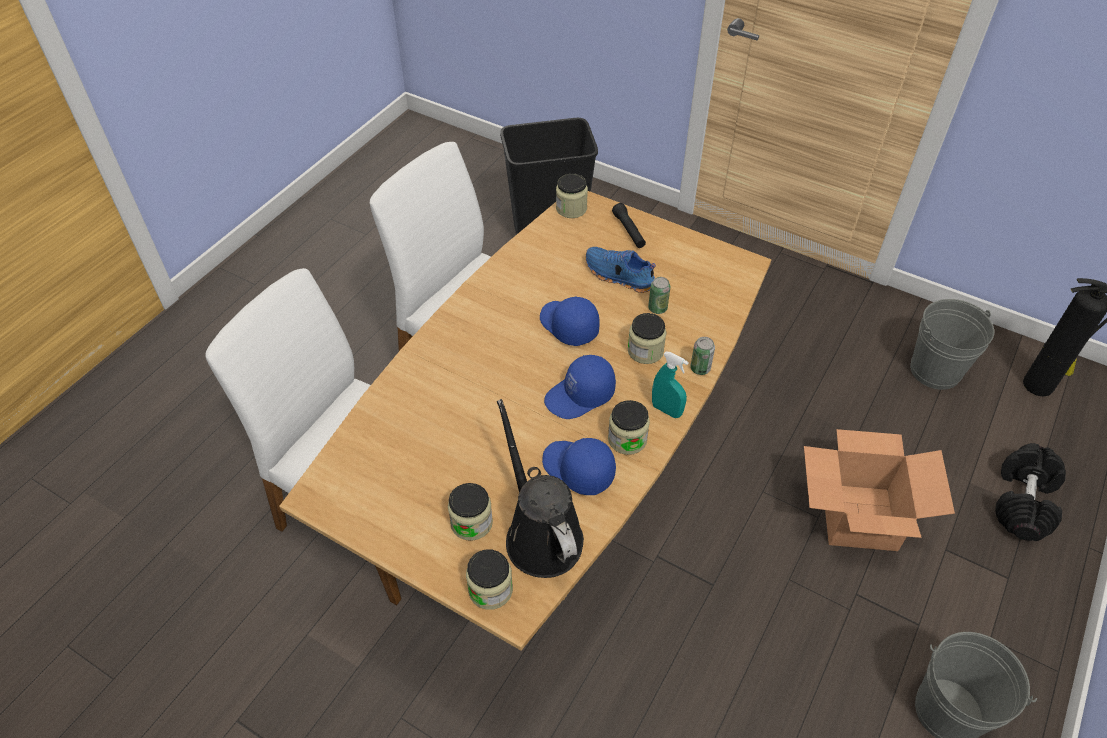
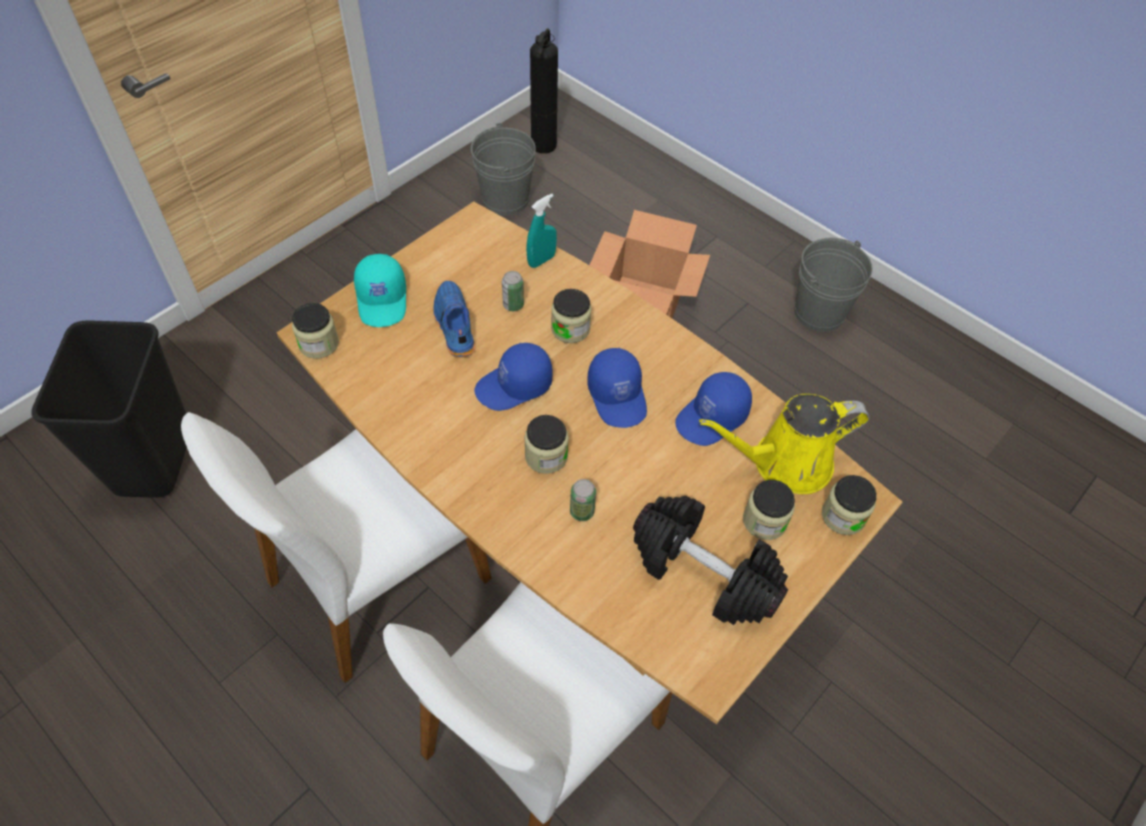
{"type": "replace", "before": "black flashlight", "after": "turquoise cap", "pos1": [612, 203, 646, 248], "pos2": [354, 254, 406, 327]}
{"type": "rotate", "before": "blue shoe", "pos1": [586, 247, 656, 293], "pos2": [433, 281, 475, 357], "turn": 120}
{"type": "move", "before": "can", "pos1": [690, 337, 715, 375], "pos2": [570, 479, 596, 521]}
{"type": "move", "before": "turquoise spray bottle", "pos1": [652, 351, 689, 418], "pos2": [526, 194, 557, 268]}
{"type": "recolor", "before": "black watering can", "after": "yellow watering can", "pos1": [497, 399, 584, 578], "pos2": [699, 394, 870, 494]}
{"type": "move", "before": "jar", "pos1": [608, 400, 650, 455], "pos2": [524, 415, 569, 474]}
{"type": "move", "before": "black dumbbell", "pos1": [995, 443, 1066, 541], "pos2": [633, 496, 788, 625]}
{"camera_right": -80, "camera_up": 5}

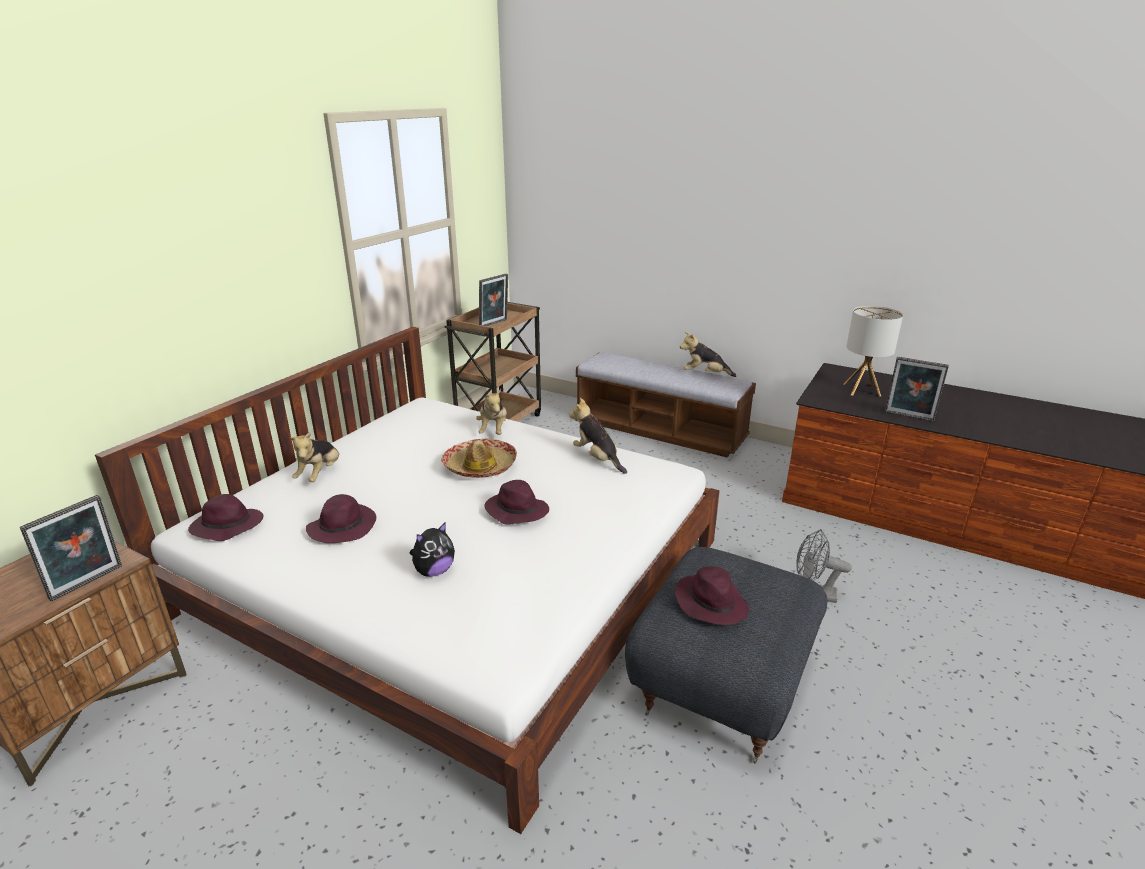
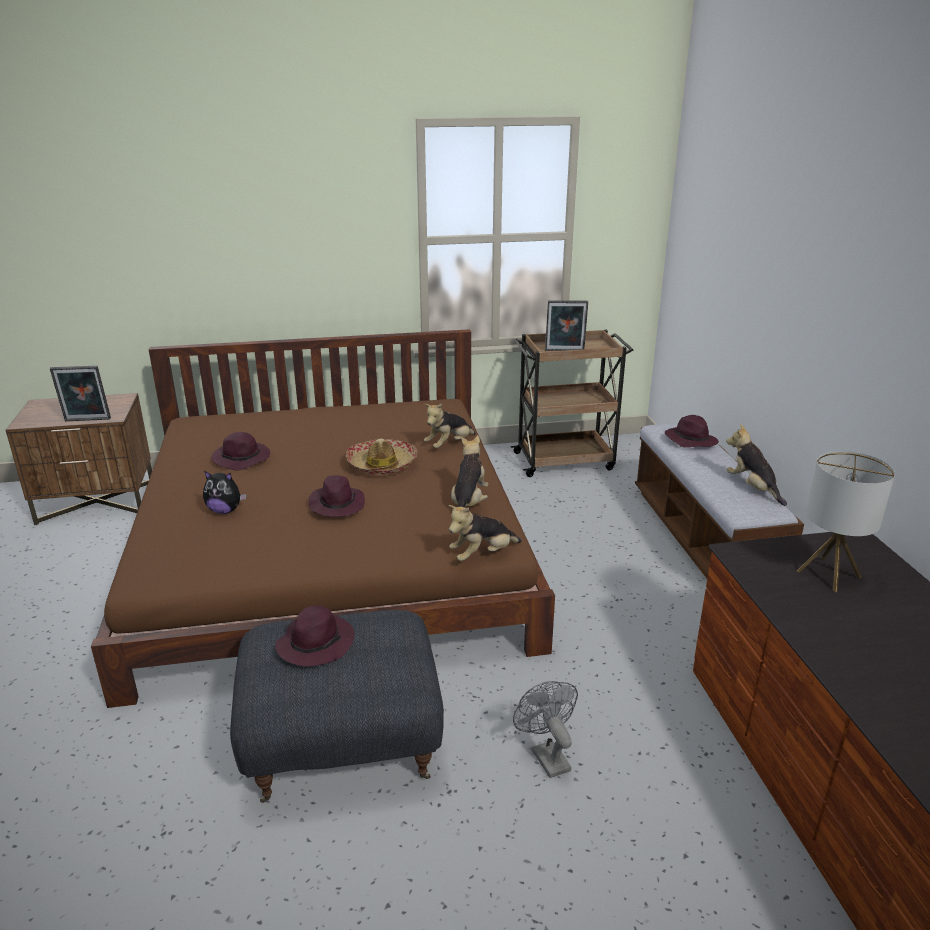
{"type": "recolor", "before": "white bed", "after": "brown bed", "pos1": [95, 327, 720, 834], "pos2": [91, 329, 555, 708]}
{"type": "delete", "before": "picture frame", "pos1": [885, 357, 949, 422]}
{"type": "move", "before": "plush toy", "pos1": [290, 432, 339, 482], "pos2": [448, 505, 522, 561]}
{"type": "move", "before": "purple hat", "pos1": [188, 494, 263, 541], "pos2": [665, 415, 719, 448]}
{"camera_right": 50, "camera_up": 0}

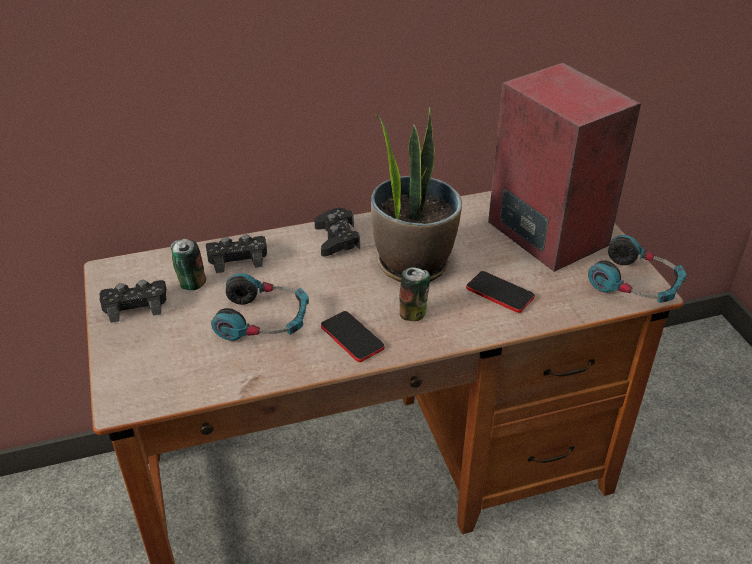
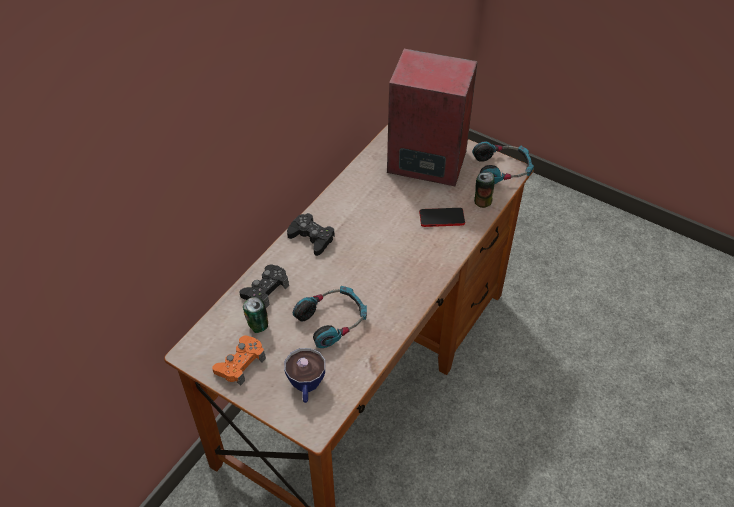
{"type": "delete", "before": "potted plant", "pos1": [371, 107, 462, 282]}
{"type": "move", "before": "can", "pos1": [399, 267, 430, 321], "pos2": [474, 172, 494, 208]}
{"type": "recolor", "before": "black game controller", "after": "orange game controller", "pos1": [99, 280, 167, 323], "pos2": [212, 336, 266, 386]}
{"type": "delete", "before": "phone", "pos1": [321, 311, 385, 362]}
{"type": "insert", "after": "cup", "pos2": [284, 348, 325, 403]}
{"camera_right": -40, "camera_up": 10}

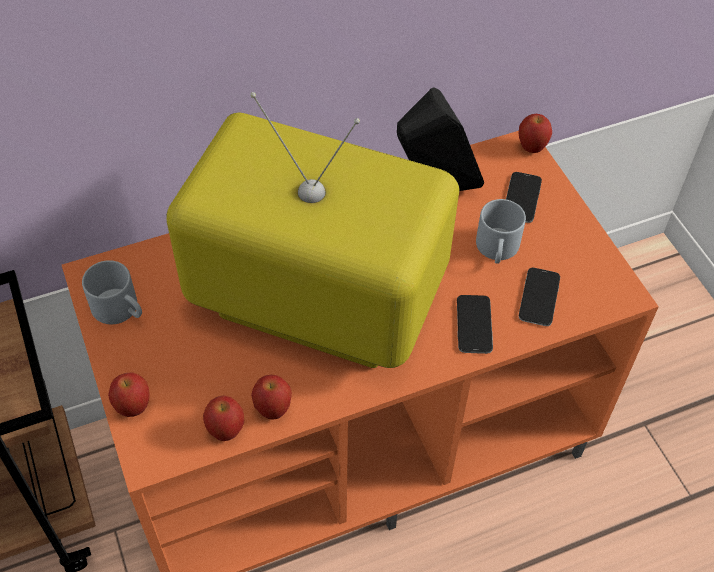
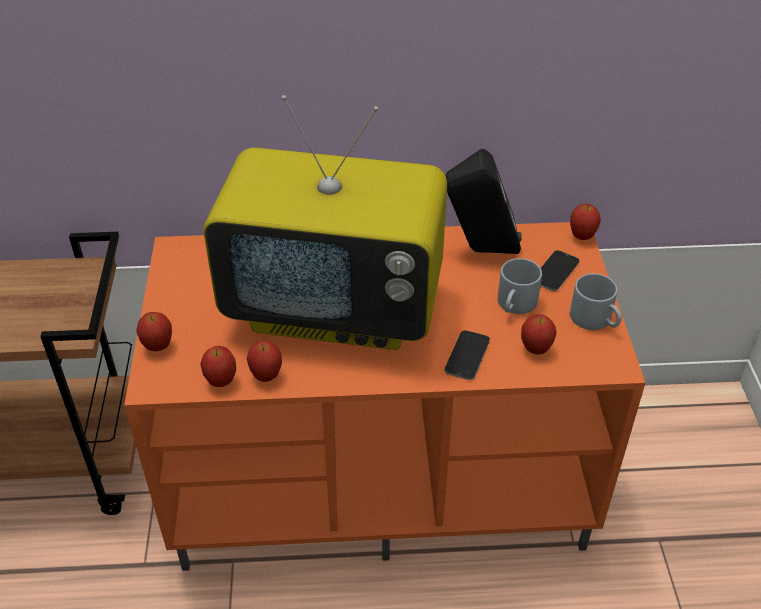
{"type": "rotate", "before": "television", "pos1": [166, 92, 459, 368], "pos2": [203, 95, 447, 350], "turn": 150}
{"type": "move", "before": "grey mug", "pos1": [82, 260, 142, 324], "pos2": [570, 273, 622, 330]}
{"type": "replace", "before": "phone", "after": "apple", "pos1": [519, 268, 560, 326], "pos2": [521, 314, 556, 355]}
{"camera_right": 20, "camera_up": -10}

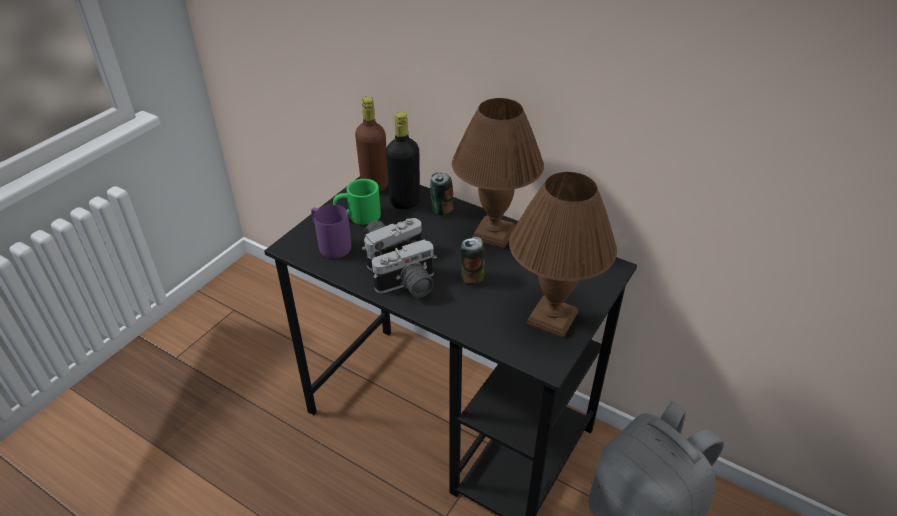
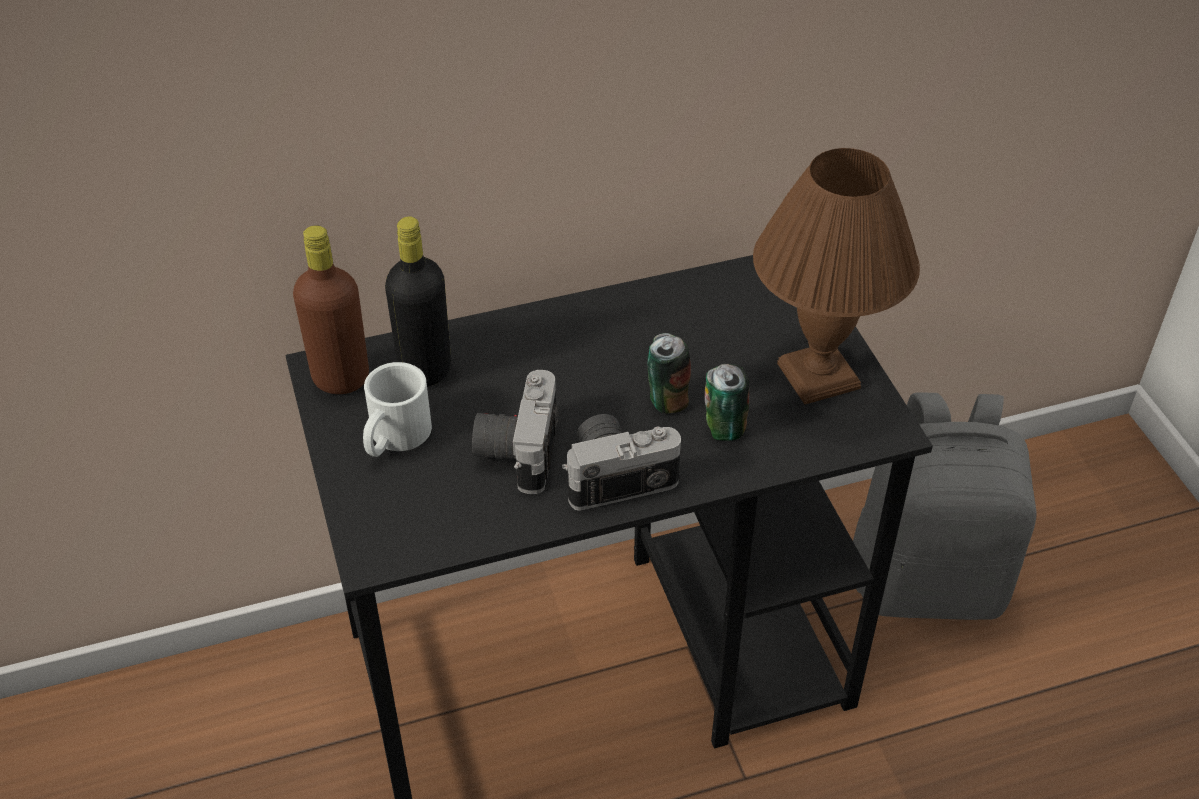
{"type": "delete", "before": "brown table lamp", "pos1": [452, 98, 544, 248]}
{"type": "move", "before": "can", "pos1": [430, 172, 453, 216], "pos2": [705, 364, 749, 441]}
{"type": "recolor", "before": "green mug", "after": "white mug", "pos1": [333, 179, 381, 225], "pos2": [363, 362, 432, 457]}
{"type": "delete", "before": "purple mug", "pos1": [311, 205, 351, 259]}
{"type": "rotate", "before": "photo camera", "pos1": [372, 239, 437, 298], "pos2": [562, 414, 681, 511], "turn": -120}
{"camera_right": -50, "camera_up": 5}

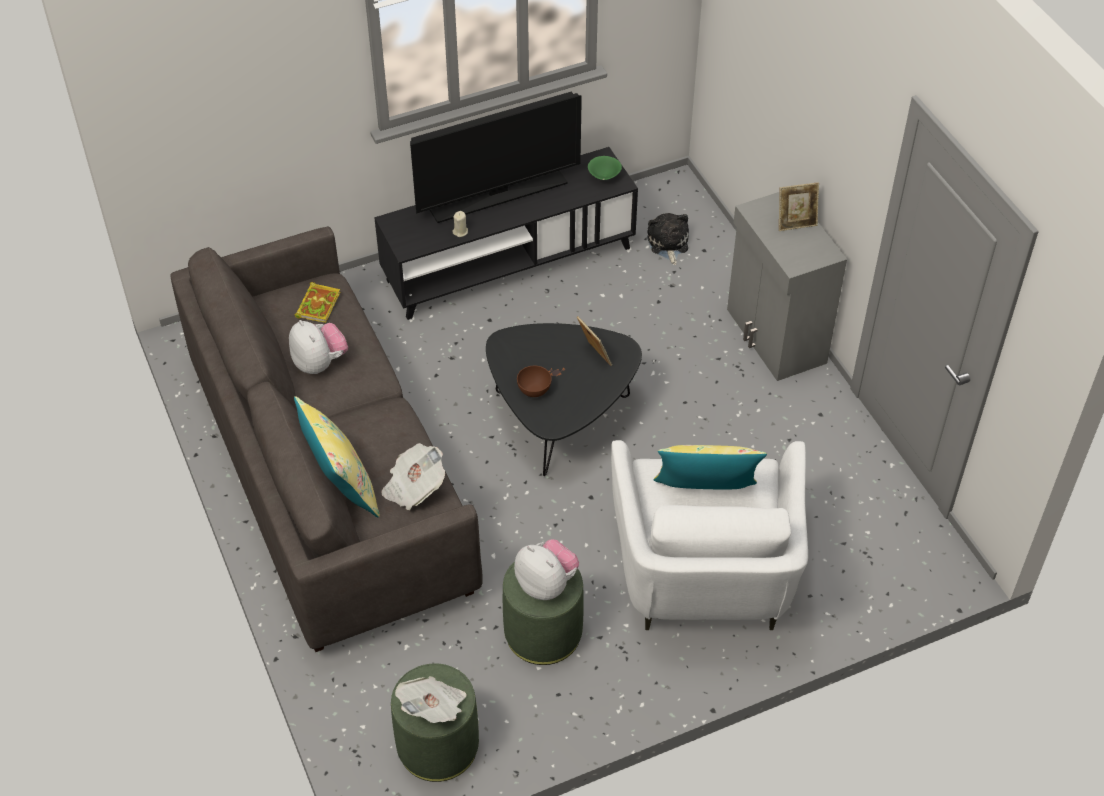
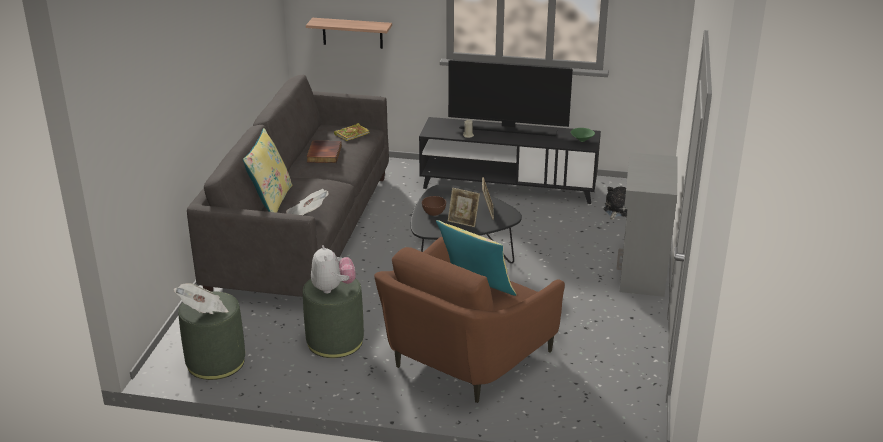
{"type": "move", "before": "picture frame", "pos1": [779, 182, 819, 231], "pos2": [448, 188, 480, 227]}
{"type": "replace", "before": "plush toy", "after": "book", "pos1": [289, 320, 348, 374], "pos2": [307, 140, 342, 163]}
{"type": "recolor", "before": "white armchair", "after": "brown armchair", "pos1": [611, 440, 808, 630], "pos2": [374, 237, 565, 403]}
{"type": "insert", "after": "shelf", "pos2": [306, 18, 392, 49]}
{"camera_right": 35, "camera_up": -20}

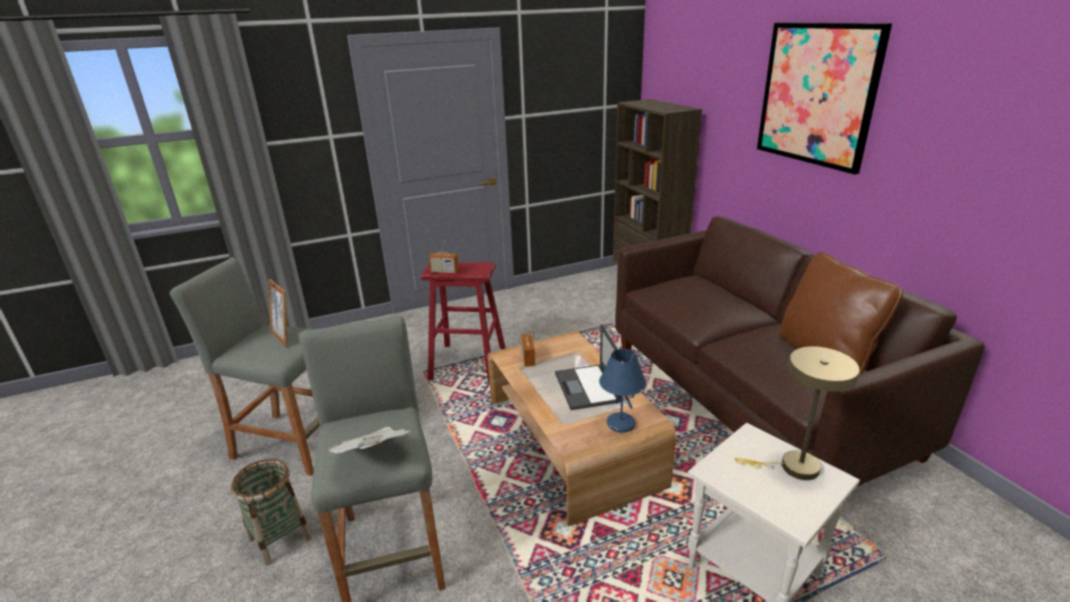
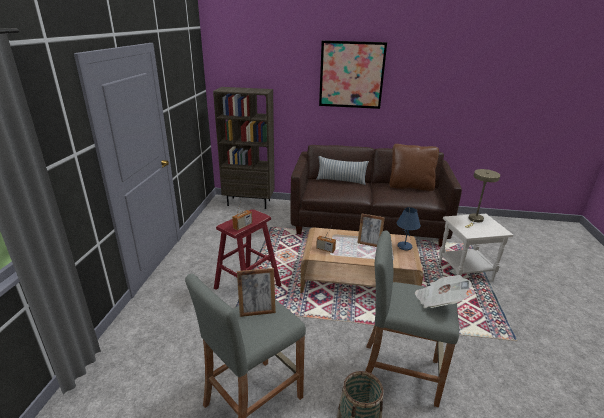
{"type": "replace", "before": "laptop", "after": "picture frame", "pos1": [555, 324, 621, 410], "pos2": [357, 213, 385, 247]}
{"type": "insert", "after": "pillow", "pos2": [316, 156, 369, 185]}
{"camera_right": -60, "camera_up": 0}

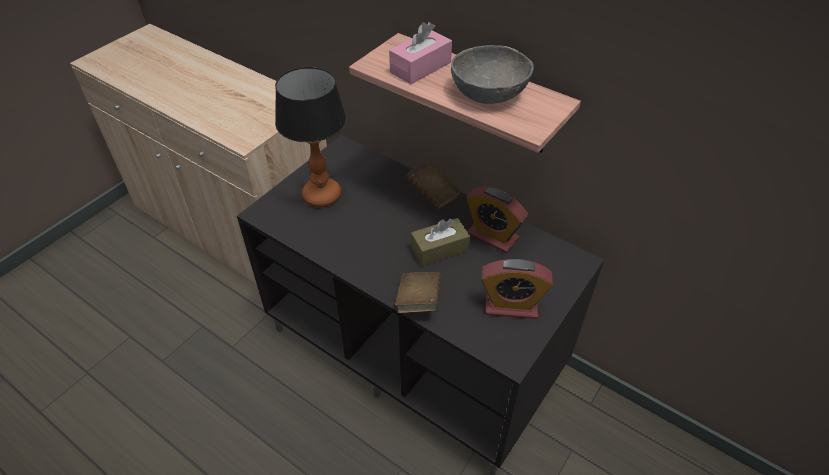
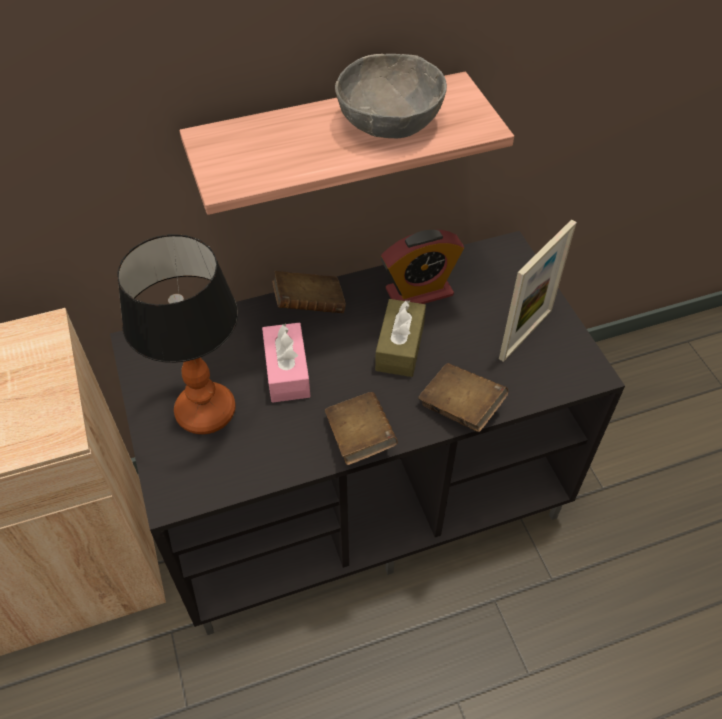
{"type": "move", "before": "pink tissue box", "pos1": [389, 22, 452, 84], "pos2": [262, 323, 311, 403]}
{"type": "replace", "before": "alarm clock", "after": "picture frame", "pos1": [481, 259, 553, 319], "pos2": [499, 220, 577, 362]}
{"type": "insert", "after": "brown book", "pos2": [325, 392, 398, 465]}
{"camera_right": -55, "camera_up": 5}

